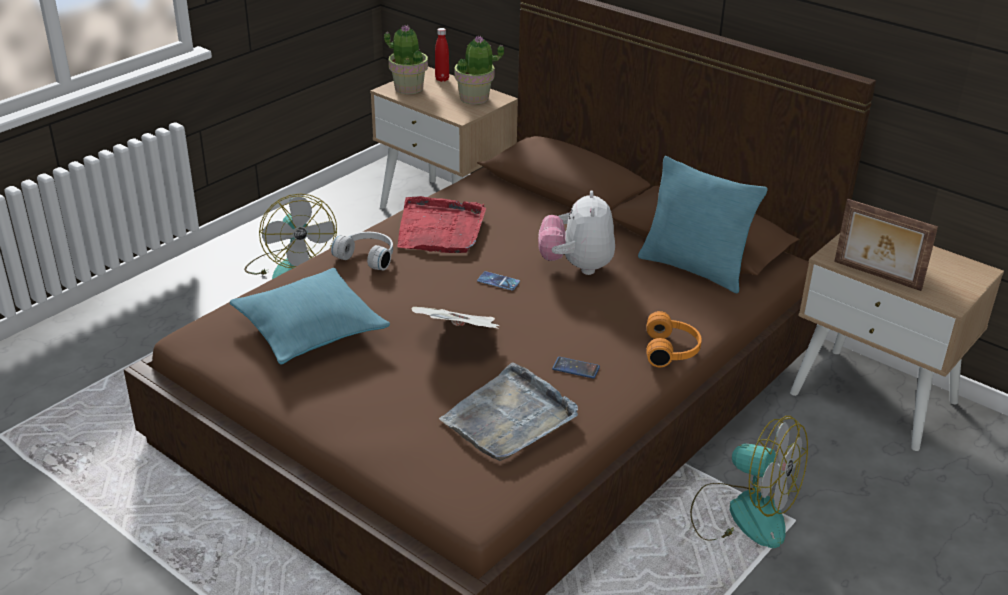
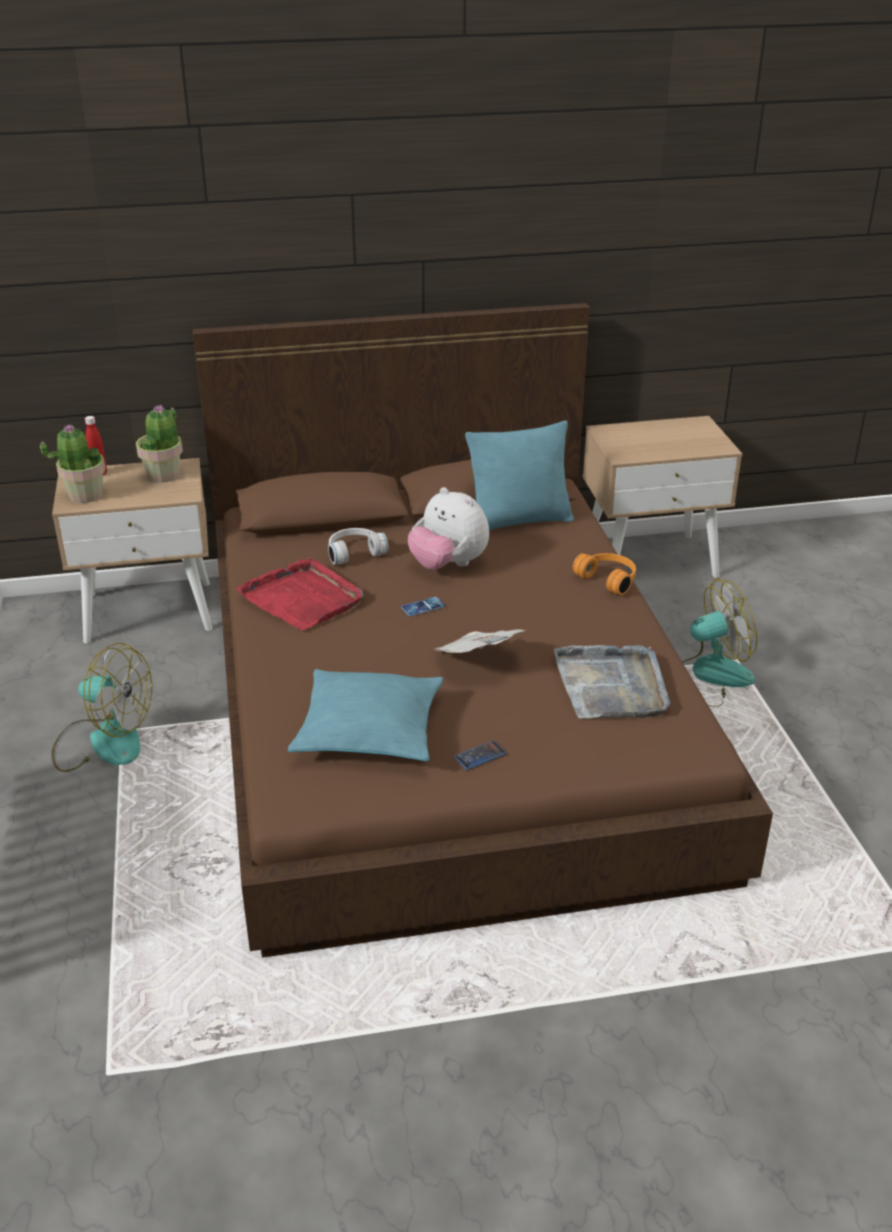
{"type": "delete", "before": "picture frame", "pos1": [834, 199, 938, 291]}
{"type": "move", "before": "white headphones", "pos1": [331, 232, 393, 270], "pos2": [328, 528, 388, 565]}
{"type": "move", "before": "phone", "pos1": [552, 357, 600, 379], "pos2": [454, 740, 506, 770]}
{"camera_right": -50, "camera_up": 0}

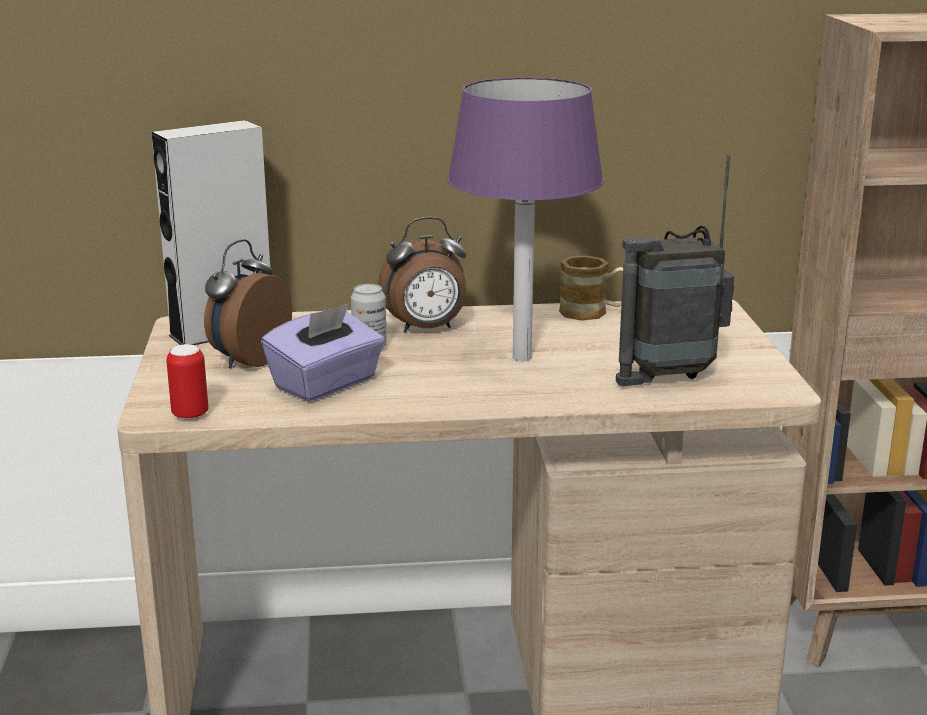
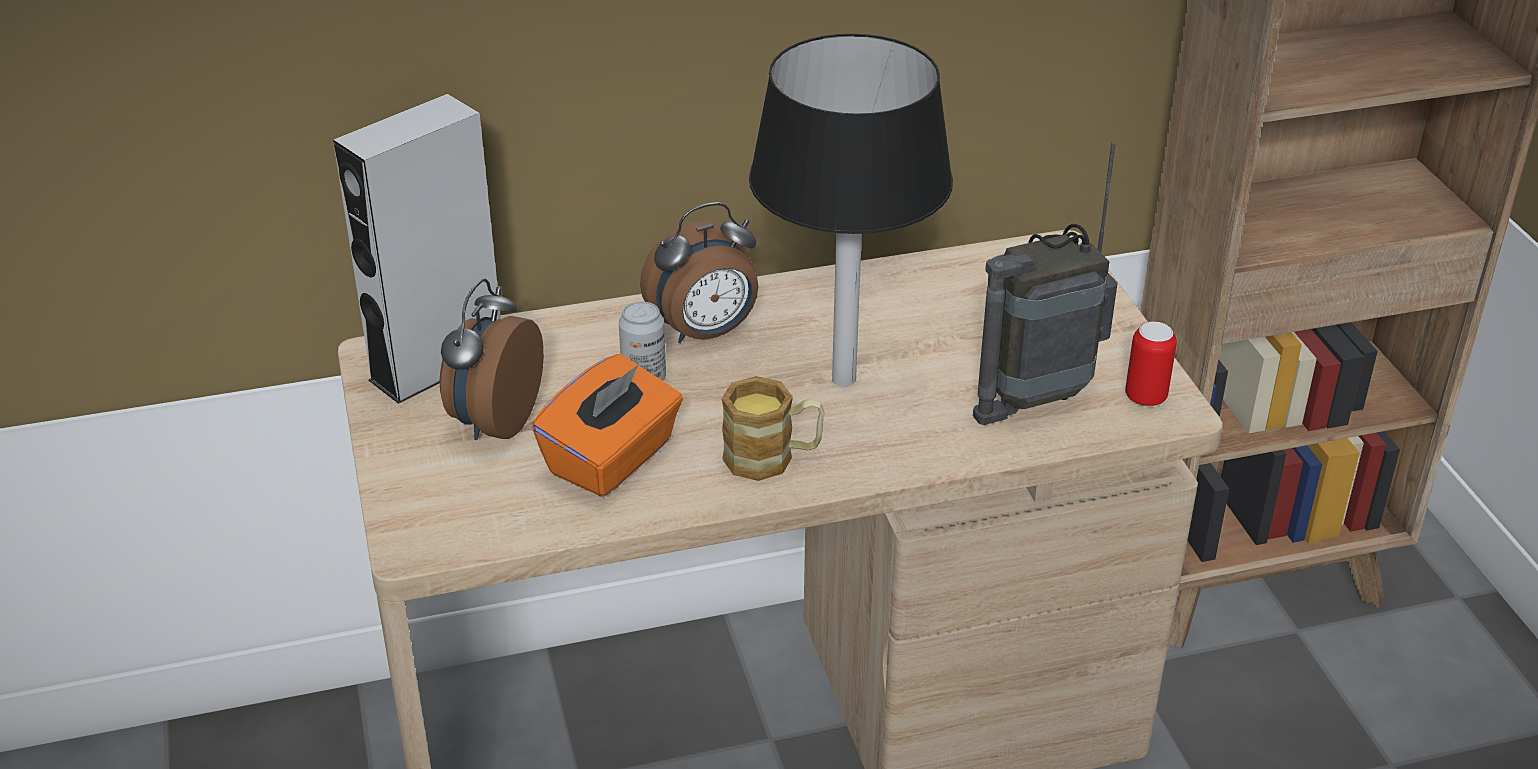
{"type": "recolor", "before": "purple table lamp", "after": "black table lamp", "pos1": [447, 77, 604, 361], "pos2": [749, 34, 953, 386]}
{"type": "move", "before": "mug", "pos1": [559, 255, 623, 321], "pos2": [722, 376, 825, 481]}
{"type": "recolor", "before": "purple tissue box", "after": "orange tissue box", "pos1": [261, 303, 385, 402], "pos2": [532, 354, 683, 497]}
{"type": "move", "before": "can", "pos1": [166, 344, 208, 420], "pos2": [1125, 321, 1177, 406]}
{"camera_right": -10, "camera_up": 15}

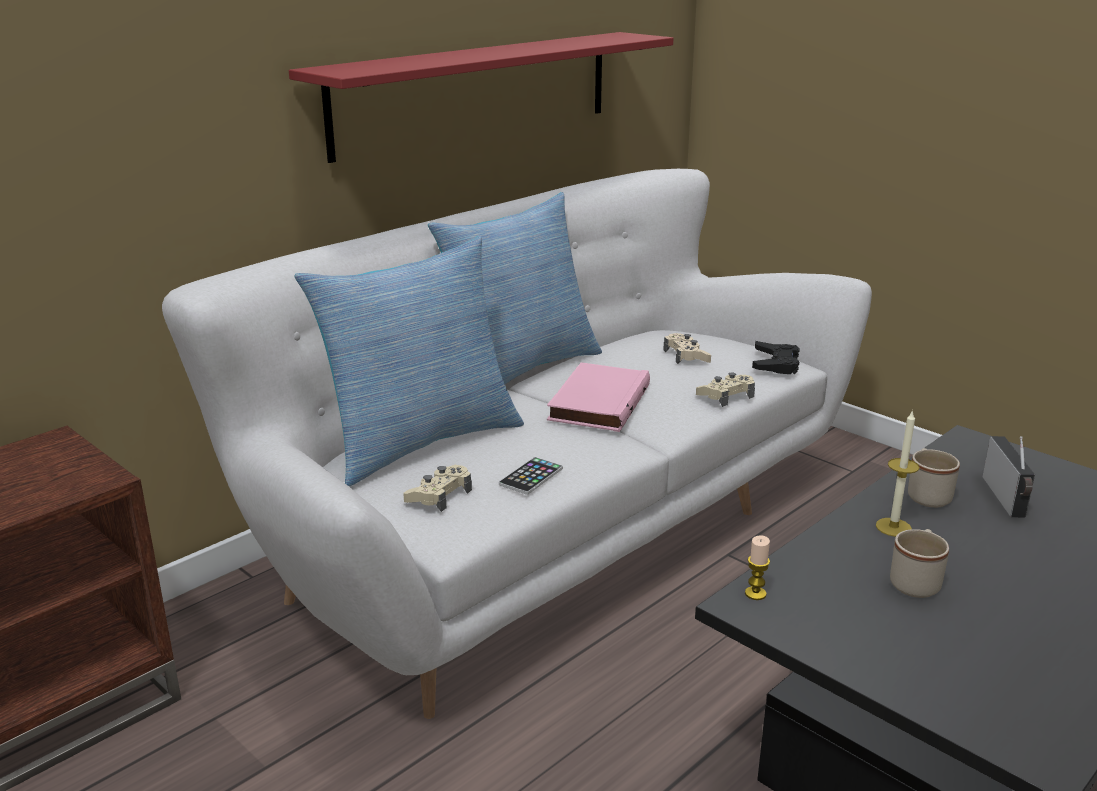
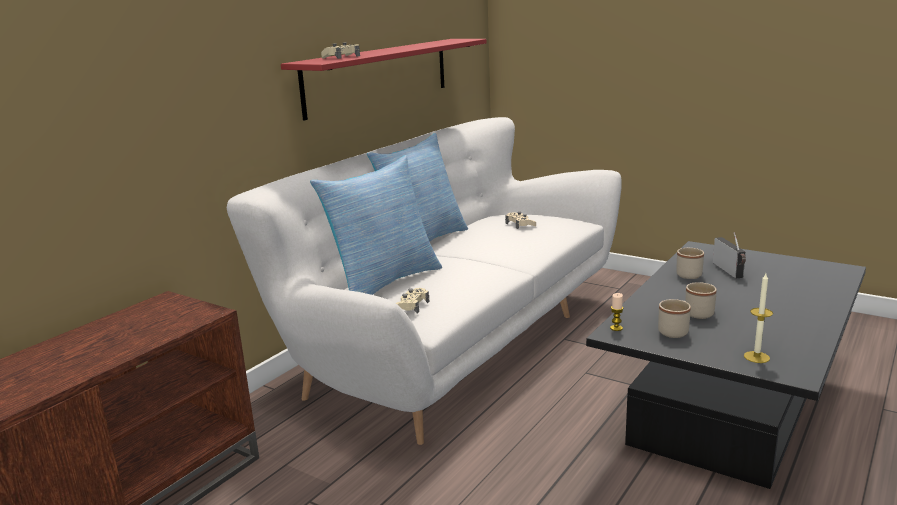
{"type": "delete", "before": "black game controller", "pos1": [752, 341, 800, 374]}
{"type": "delete", "before": "pink book", "pos1": [547, 362, 650, 432]}
{"type": "move", "before": "beige game controller", "pos1": [696, 372, 755, 407], "pos2": [321, 42, 360, 59]}
{"type": "move", "before": "candle", "pos1": [876, 410, 920, 537], "pos2": [744, 274, 773, 363]}
{"type": "delete", "before": "phone", "pos1": [499, 457, 563, 495]}
{"type": "insert", "after": "beige mug", "pos2": [658, 299, 691, 338]}
{"camera_right": -10, "camera_up": -5}

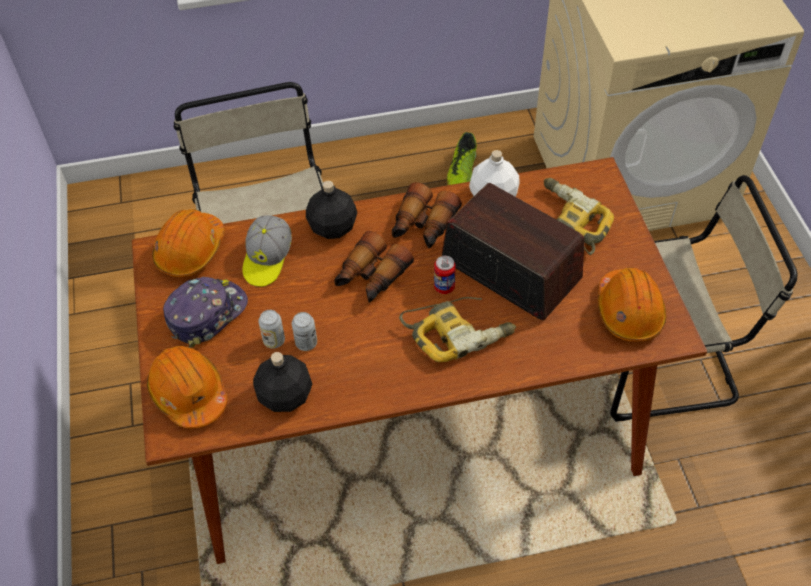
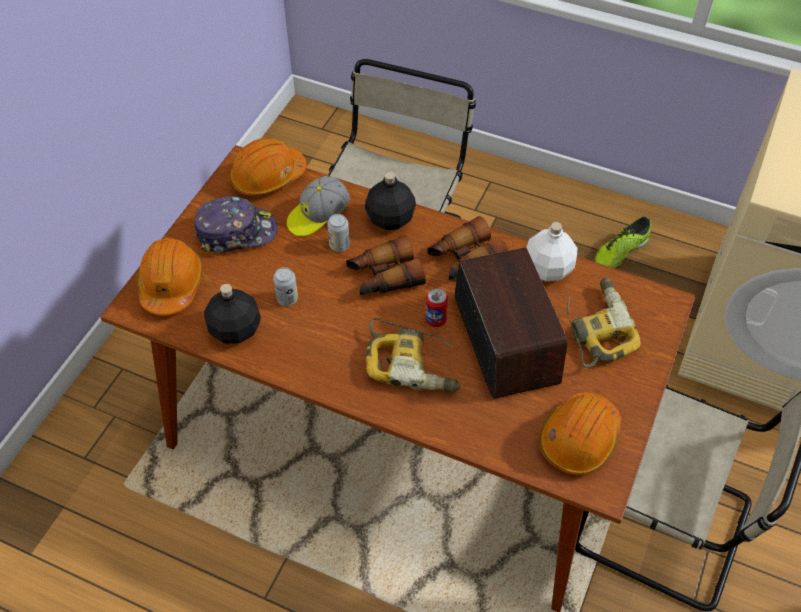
{"type": "move", "before": "can", "pos1": [258, 310, 285, 349], "pos2": [327, 214, 350, 252]}
{"camera_right": 35, "camera_up": 0}

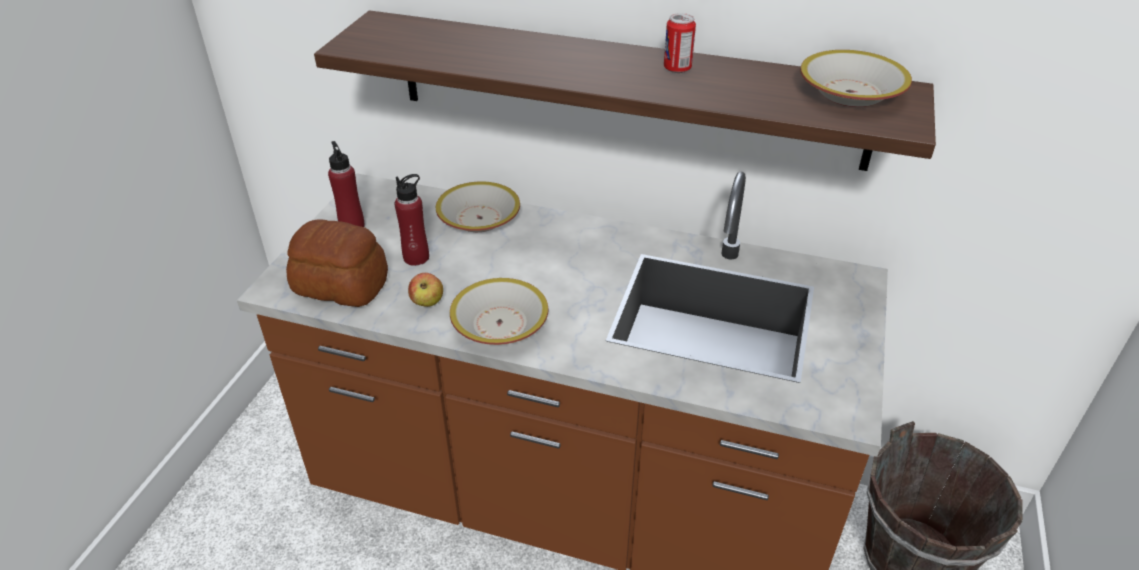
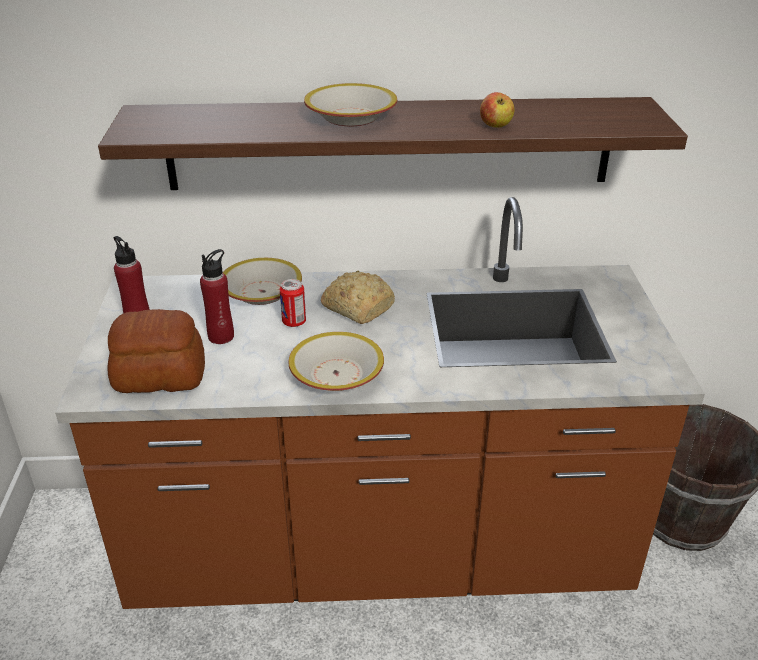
{"type": "move", "before": "can", "pos1": [664, 13, 696, 73], "pos2": [280, 279, 306, 327]}
{"type": "move", "before": "bowl", "pos1": [800, 50, 912, 107], "pos2": [304, 83, 397, 126]}
{"type": "move", "before": "apple", "pos1": [408, 273, 443, 307], "pos2": [480, 92, 515, 128]}
{"type": "insert", "after": "bread", "pos2": [321, 271, 395, 324]}
{"camera_right": -20, "camera_up": -5}

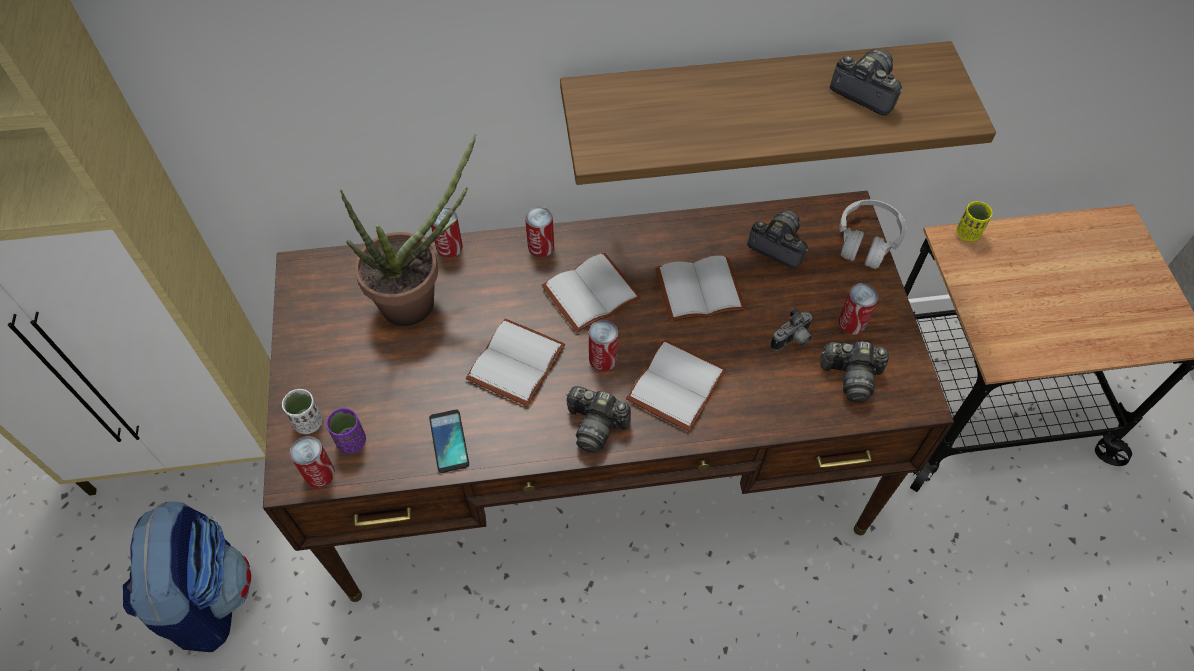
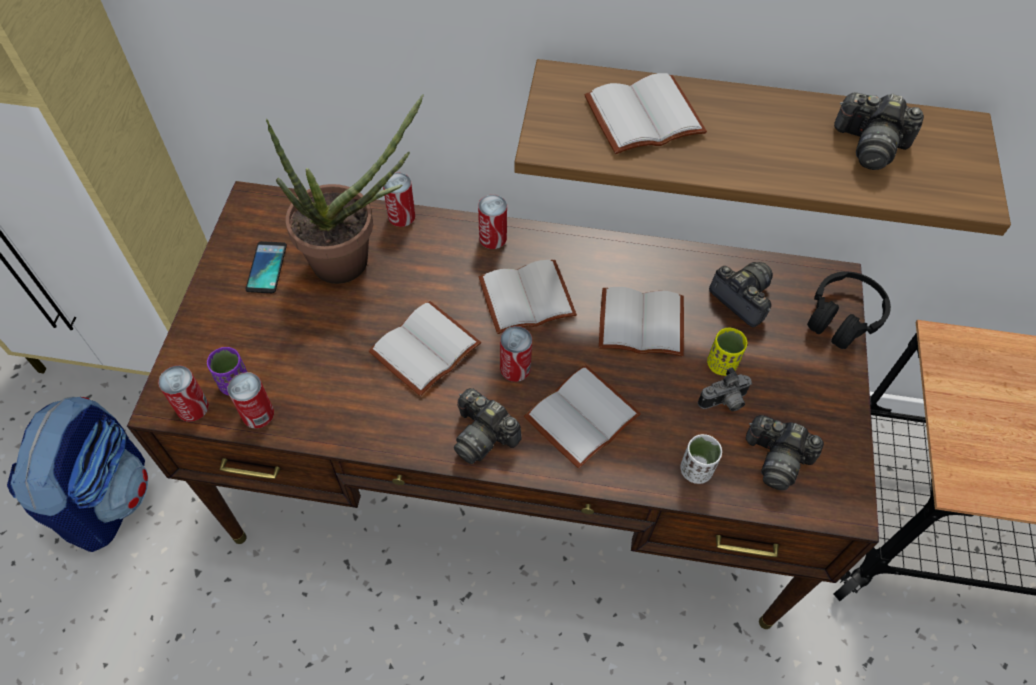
{"type": "rotate", "before": "photo camera", "pos1": [830, 49, 903, 116], "pos2": [834, 92, 924, 170], "turn": 150}
{"type": "recolor", "before": "white headphones", "after": "black headphones", "pos1": [839, 199, 906, 269], "pos2": [807, 271, 891, 349]}
{"type": "move", "before": "yellow cup", "pos1": [956, 201, 993, 242], "pos2": [707, 328, 747, 376]}
{"type": "move", "before": "can", "pos1": [839, 283, 878, 335], "pos2": [227, 372, 274, 429]}
{"type": "move", "before": "white cup", "pos1": [282, 389, 323, 434], "pos2": [681, 434, 722, 484]}
{"type": "move", "before": "phone", "pos1": [429, 410, 469, 473], "pos2": [246, 241, 287, 293]}
{"type": "insert", "after": "white book", "pos2": [584, 73, 707, 154]}
{"camera_right": 15, "camera_up": 0}

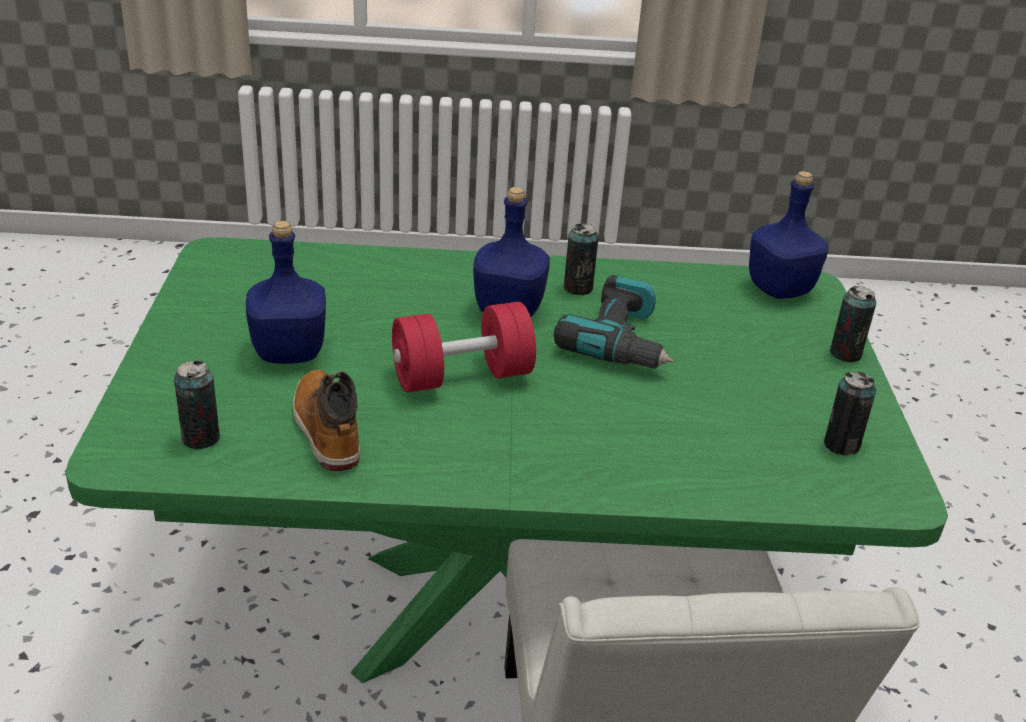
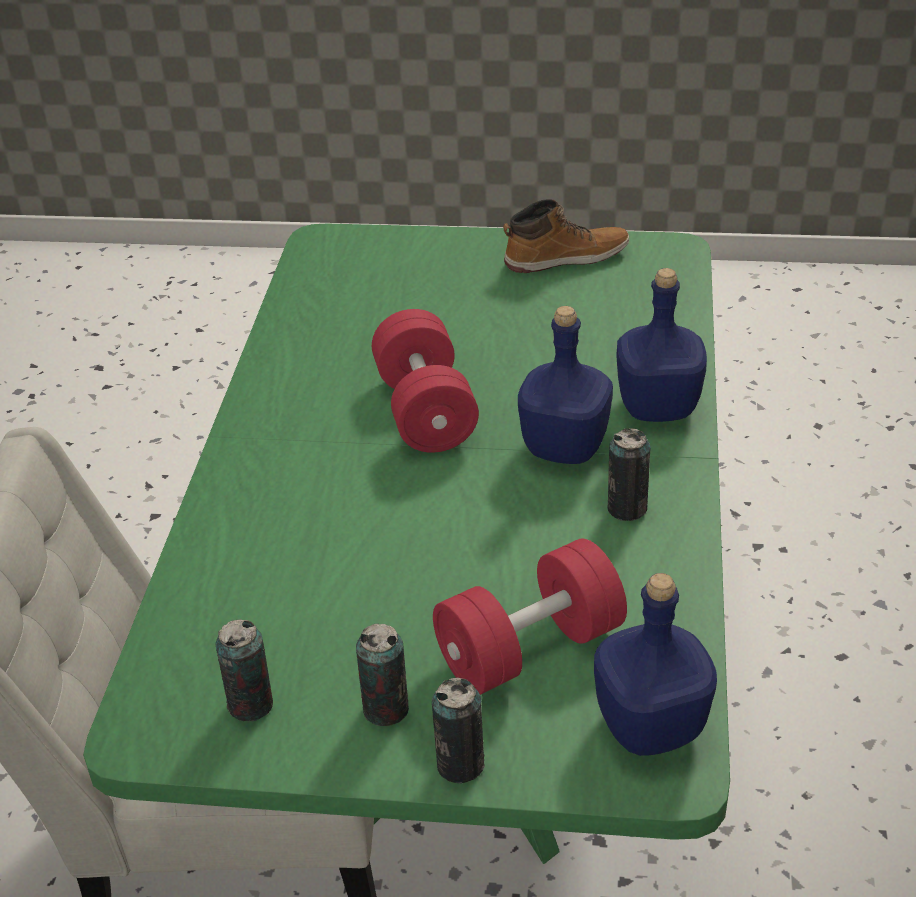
{"type": "move", "before": "blue bottle", "pos1": [246, 221, 326, 364], "pos2": [616, 268, 707, 422]}
{"type": "delete", "before": "power drill", "pos1": [554, 275, 675, 369]}
{"type": "move", "before": "can", "pos1": [174, 361, 220, 449], "pos2": [356, 624, 409, 726]}
{"type": "move", "before": "boot", "pos1": [293, 370, 360, 471], "pos2": [503, 199, 629, 273]}
{"type": "insert", "after": "red dumbbell", "pos2": [433, 539, 627, 695]}
{"camera_right": 100, "camera_up": 5}

